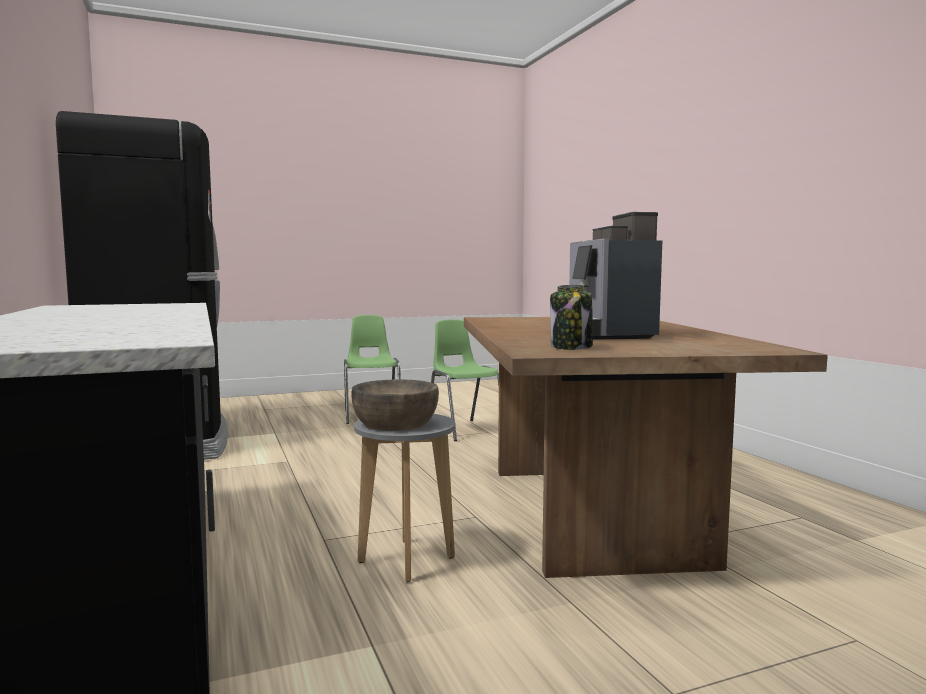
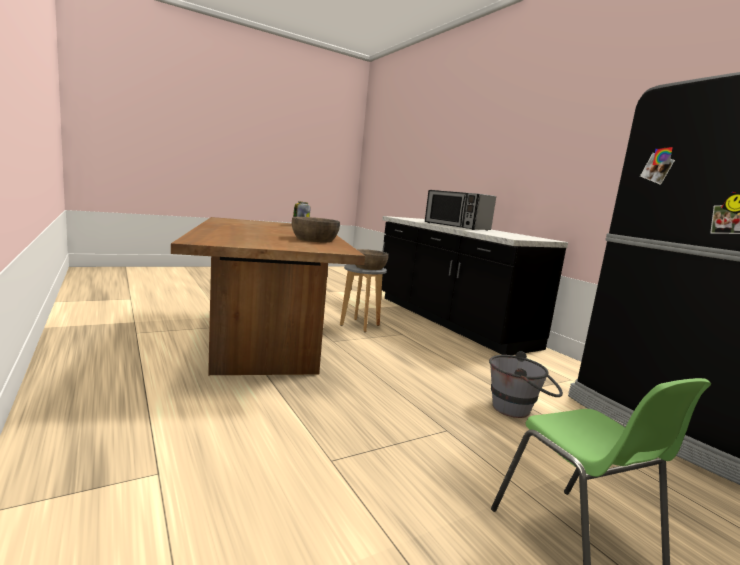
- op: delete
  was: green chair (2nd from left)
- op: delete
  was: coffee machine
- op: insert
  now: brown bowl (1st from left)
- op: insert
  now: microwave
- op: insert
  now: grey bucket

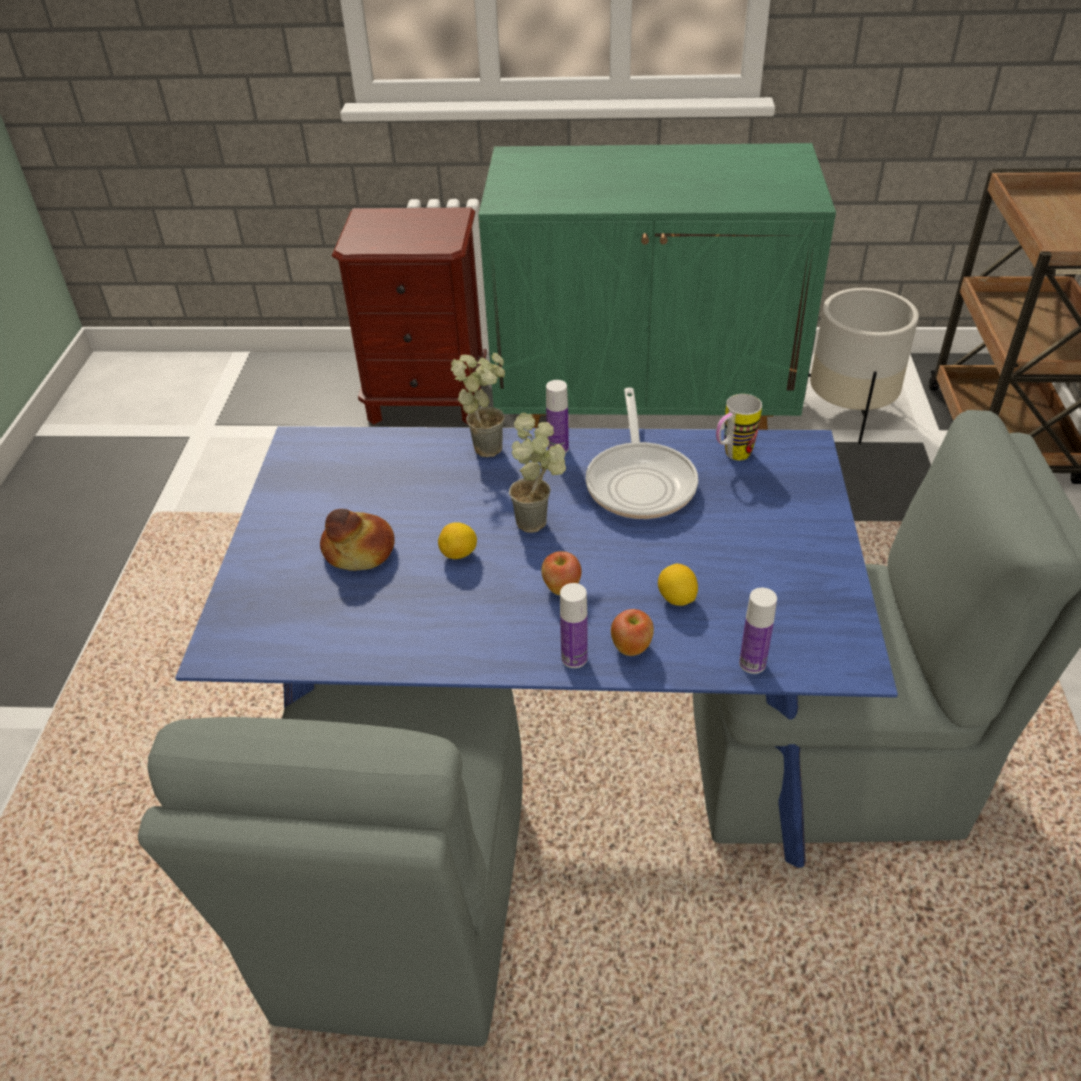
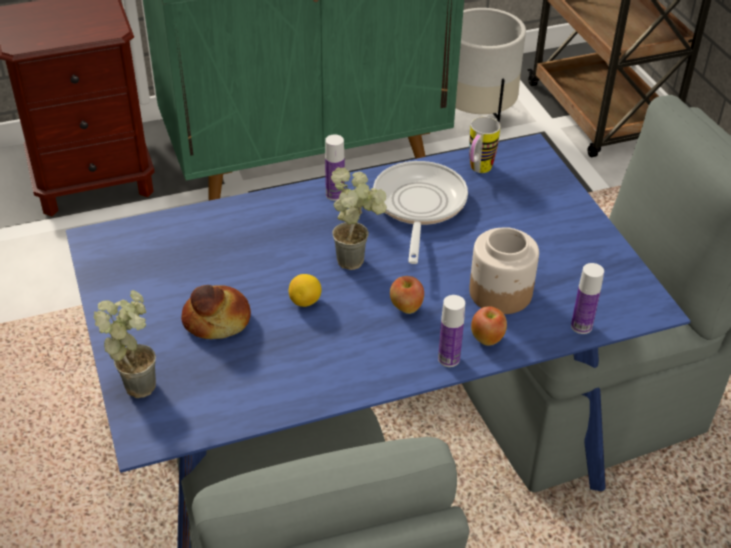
- op: move
  was: potted plant (1st from left)
- op: replace
  was: lemon (2nd from left)
  now: jar
- op: rotate
  was: frying pan
  clockwise: -150

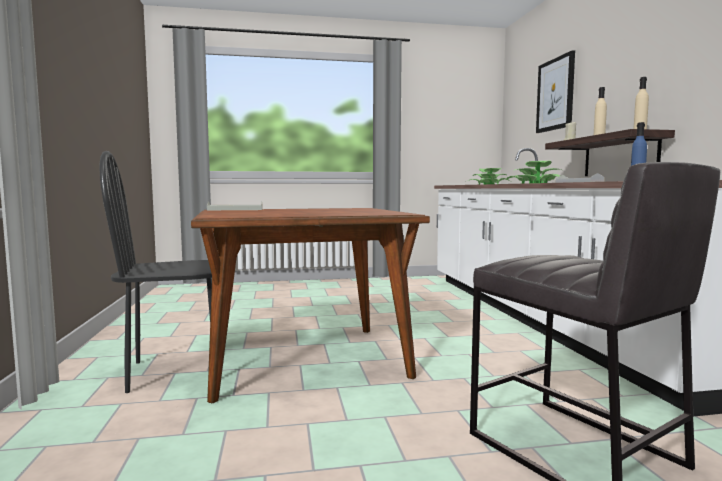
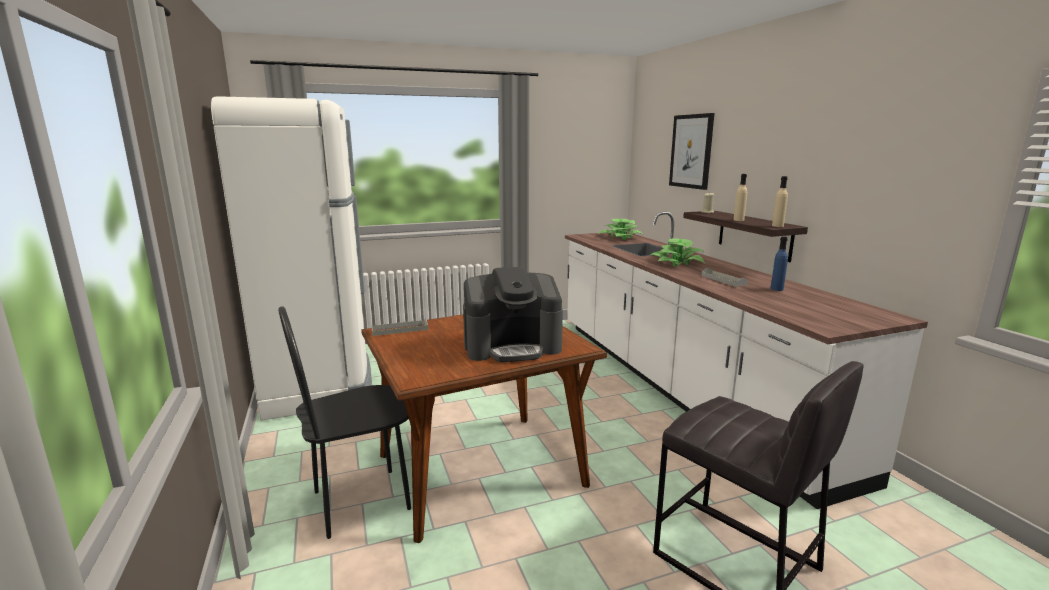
- op: insert
  now: white fridge
- op: insert
  now: coffee machine

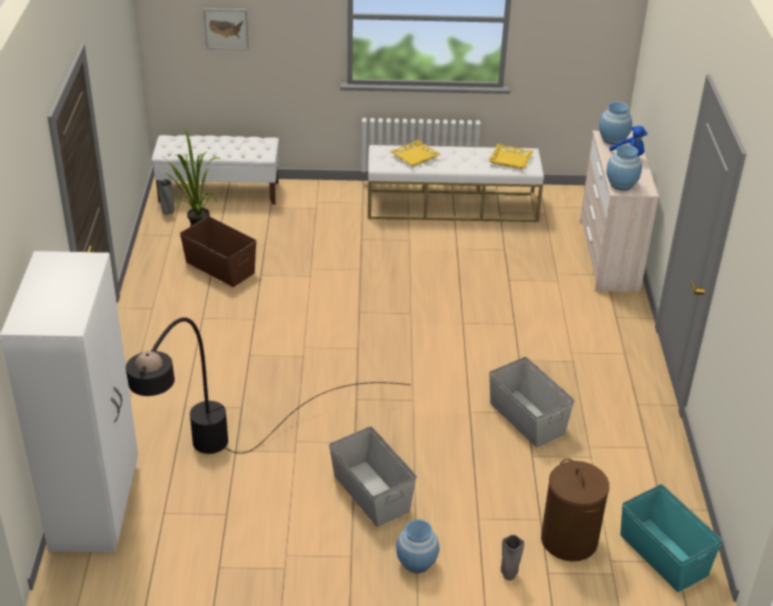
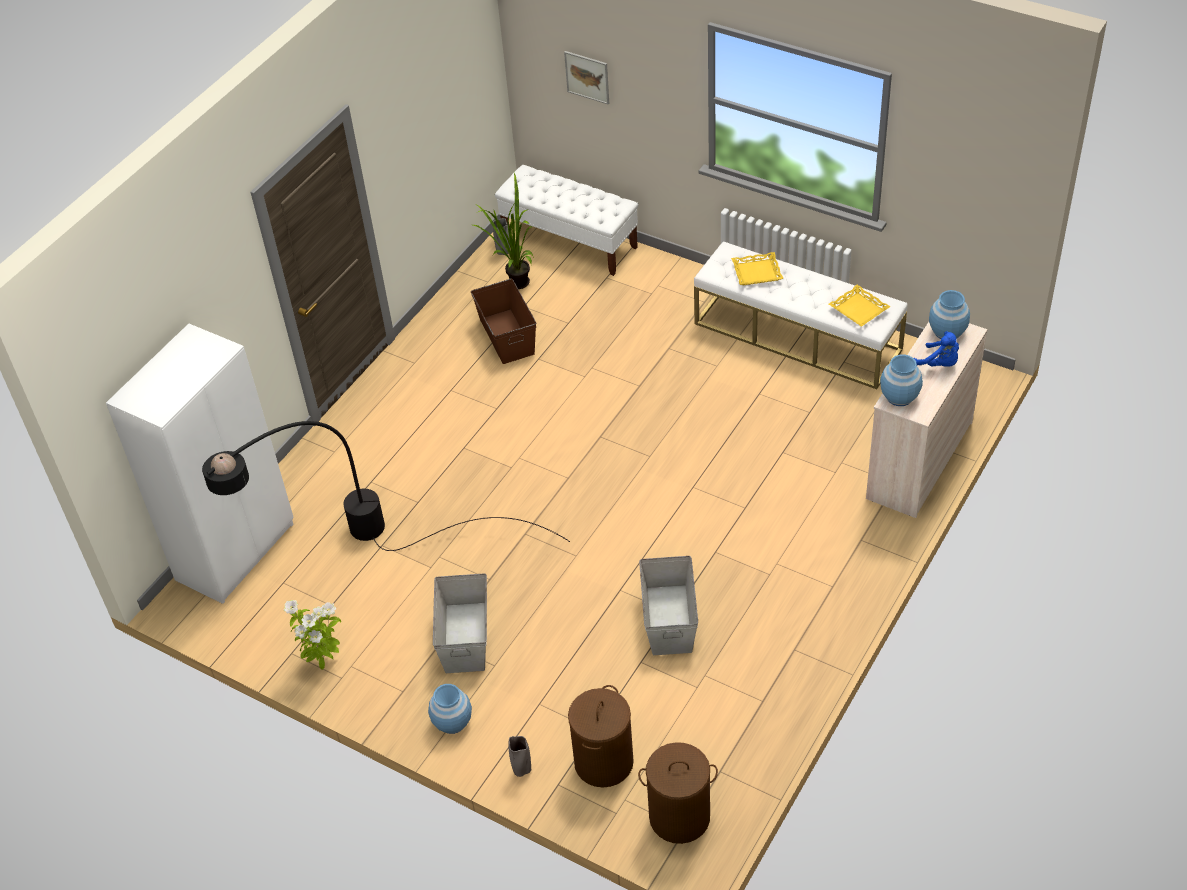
- op: insert
  now: potted plant (1st from left)
- op: replace
  was: turquoise storage box
  now: brown laundry basket (2nd from left)

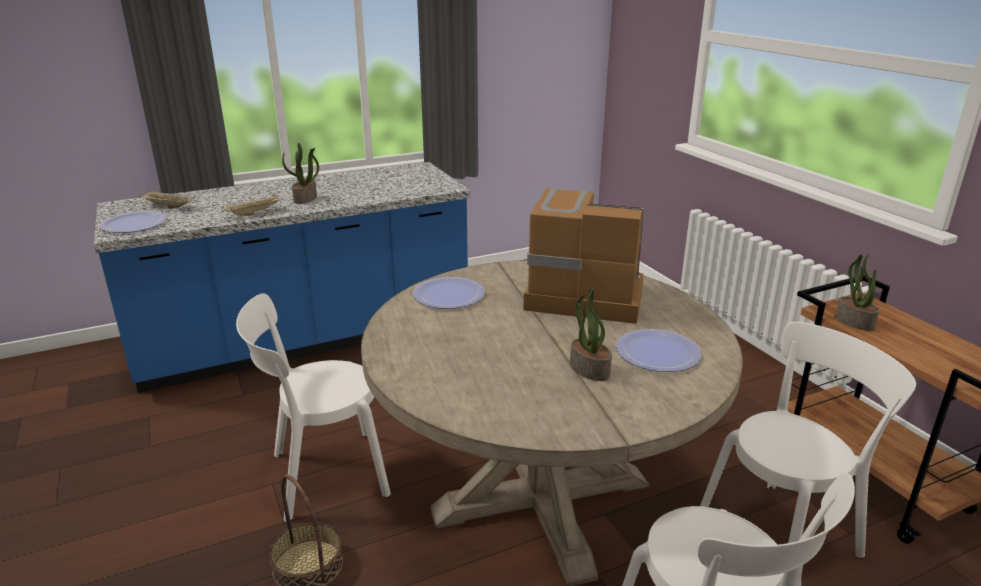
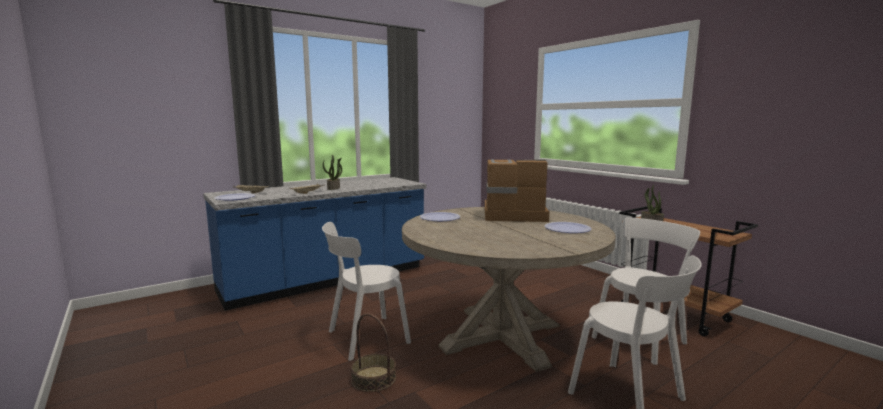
- op: delete
  was: potted plant (2nd from left)

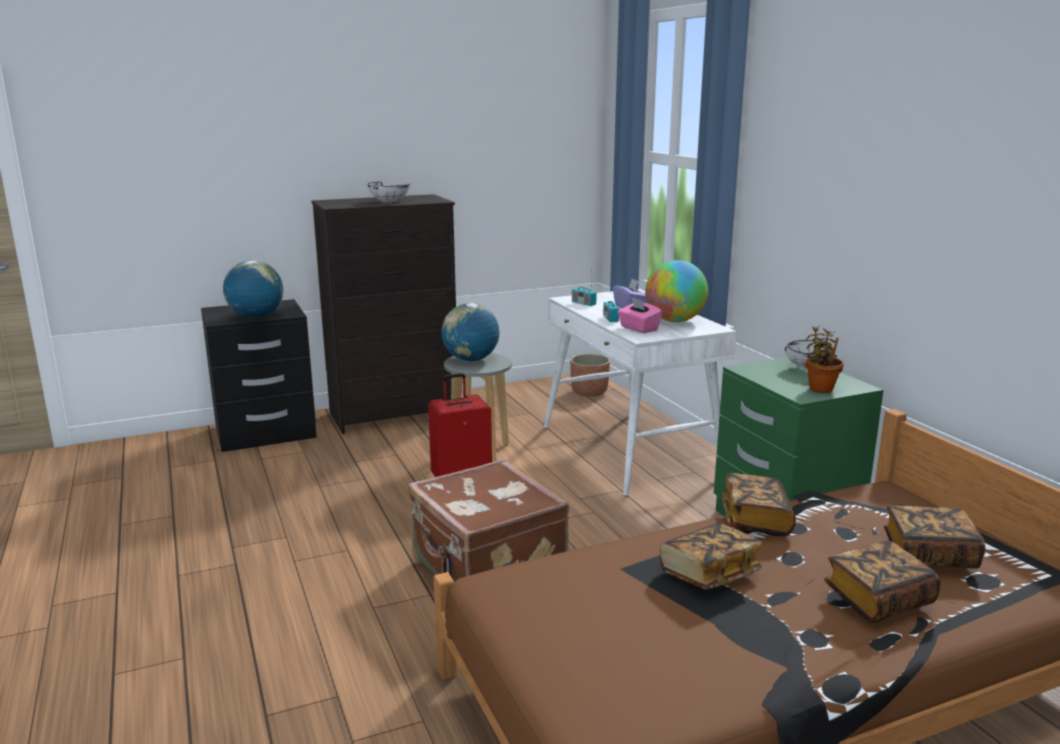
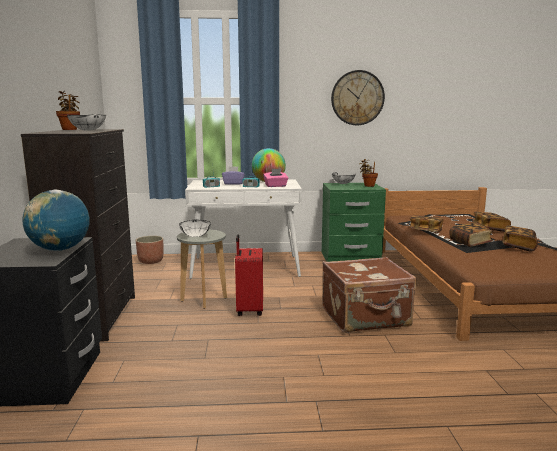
- op: insert
  now: potted plant (1st from left)
- op: insert
  now: wall clock
- op: move
  was: book (4th from left)
- op: replace
  was: globe (2nd from left)
  now: white bowl (2nd from left)

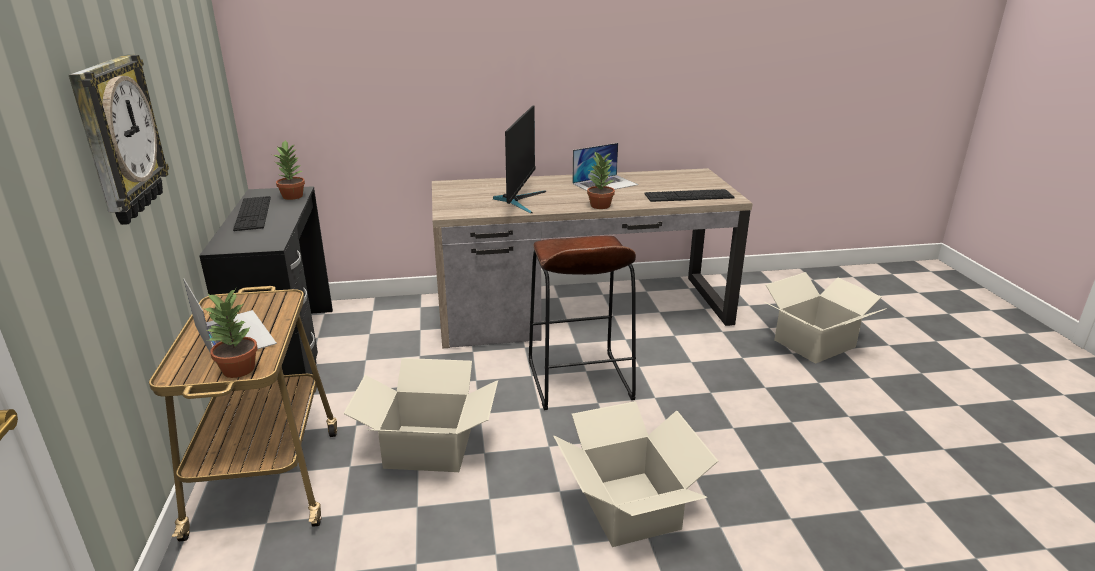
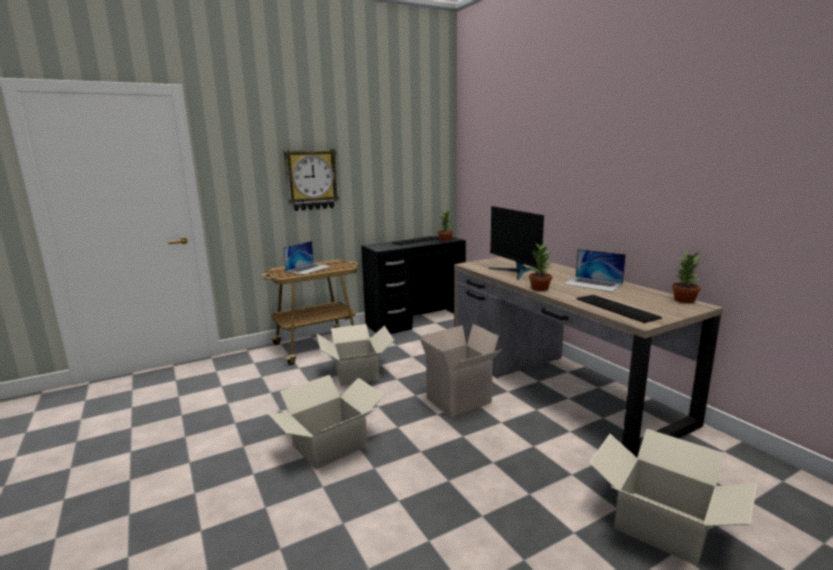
- op: move
  was: potted plant (1st from left in the first image)
  now: potted plant (3rd from left)
- op: replace
  was: brown stool
  now: cardboard box (3rd from left)
- op: rotate
  was: monitor
  clockwise: 75

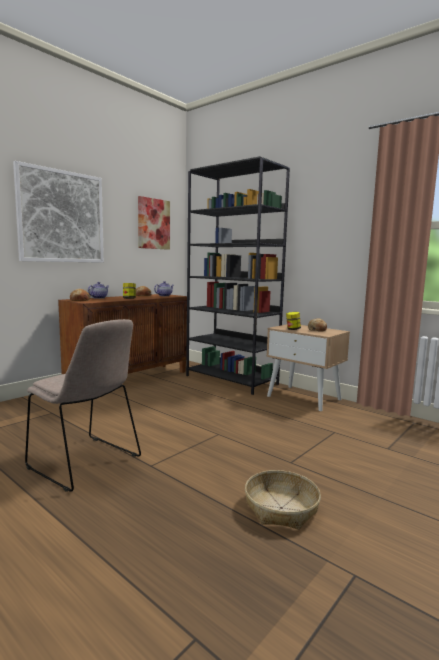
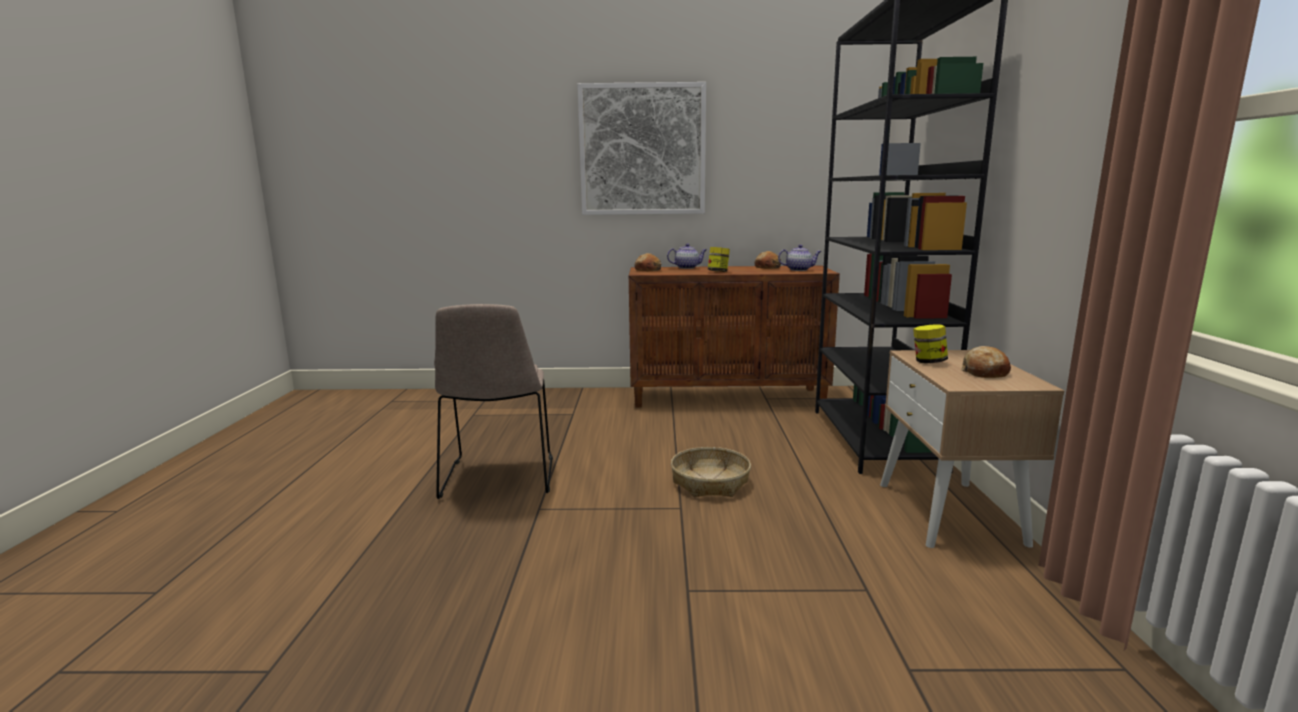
- op: delete
  was: picture (2nd from left)
- op: move
  was: basket

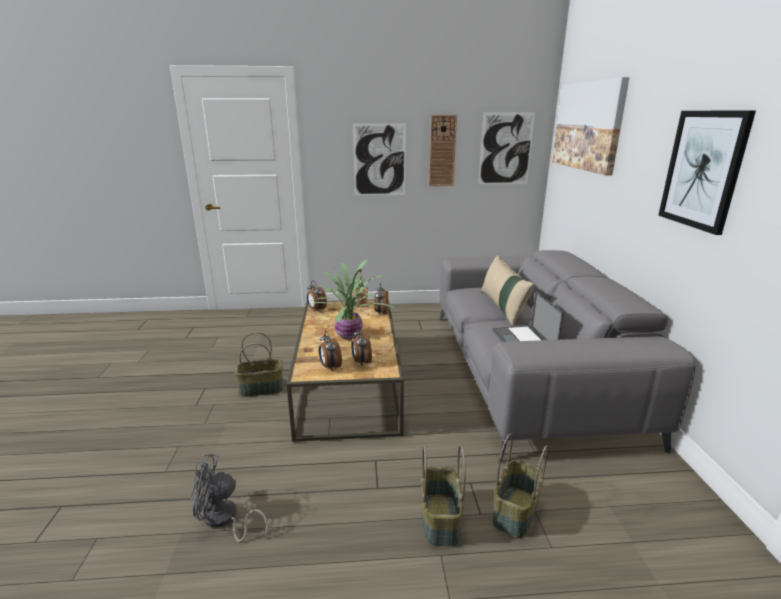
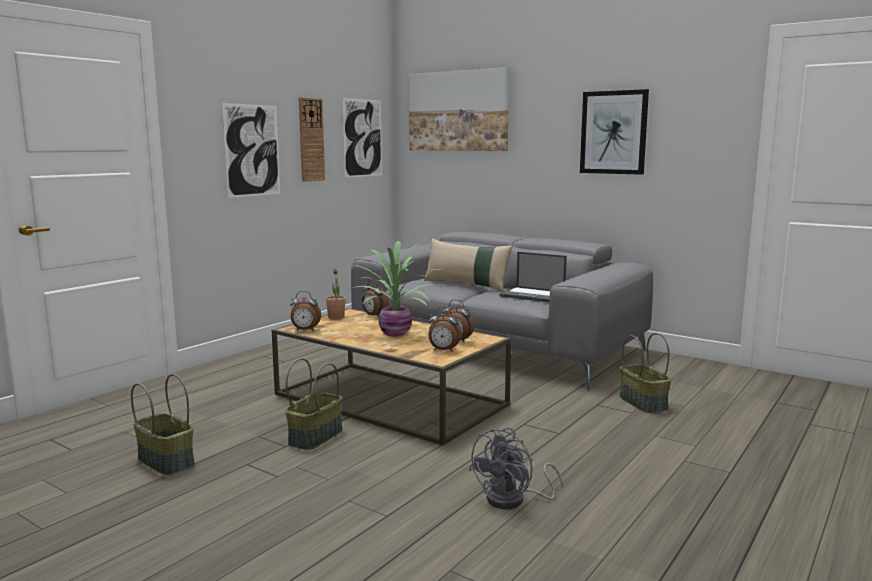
- op: move
  was: basket (2nd from left in the first image)
  now: basket (1st from left)

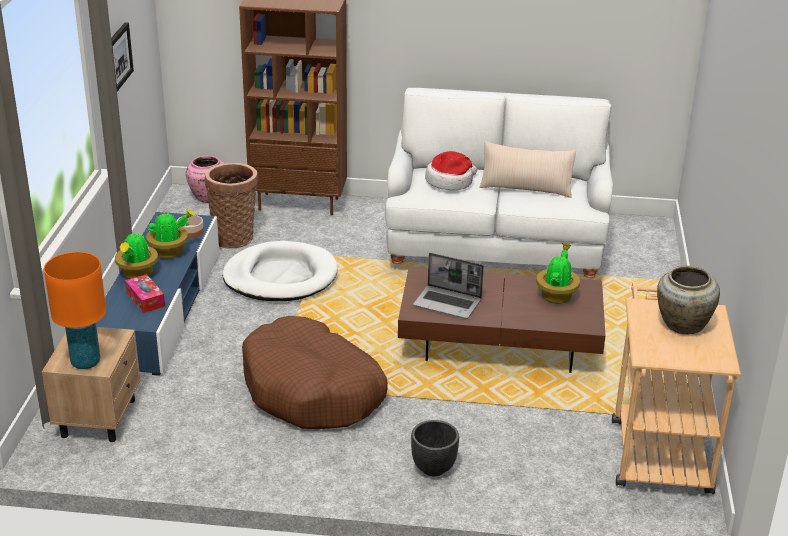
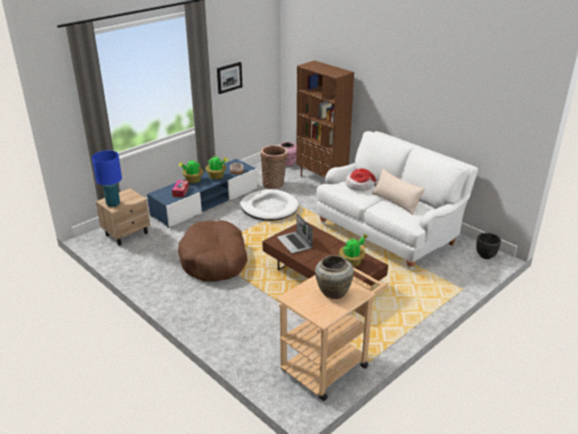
- op: move
  was: black planter
- op: recolor
  was: orange table lamp
  now: blue table lamp

